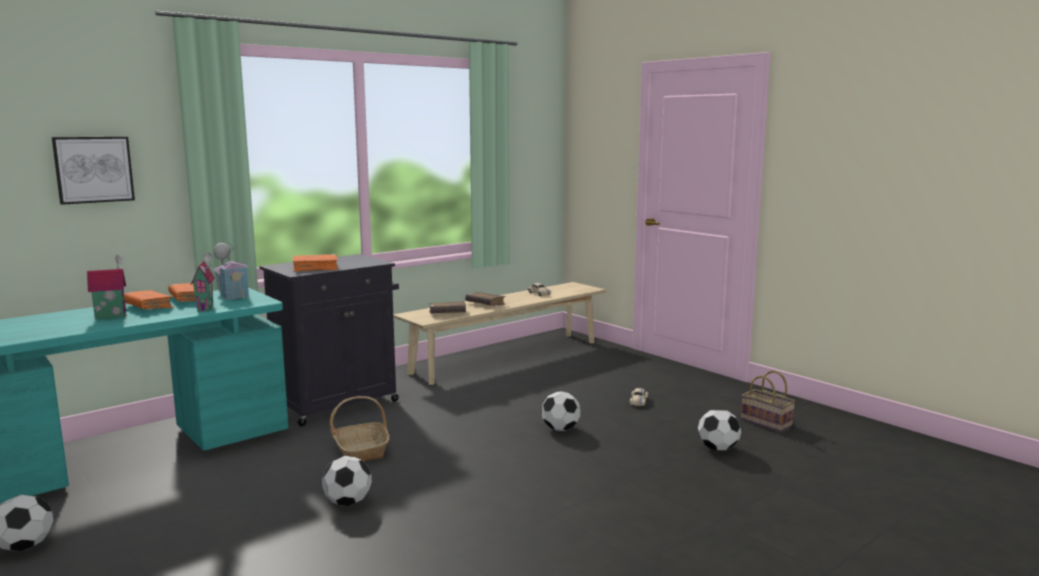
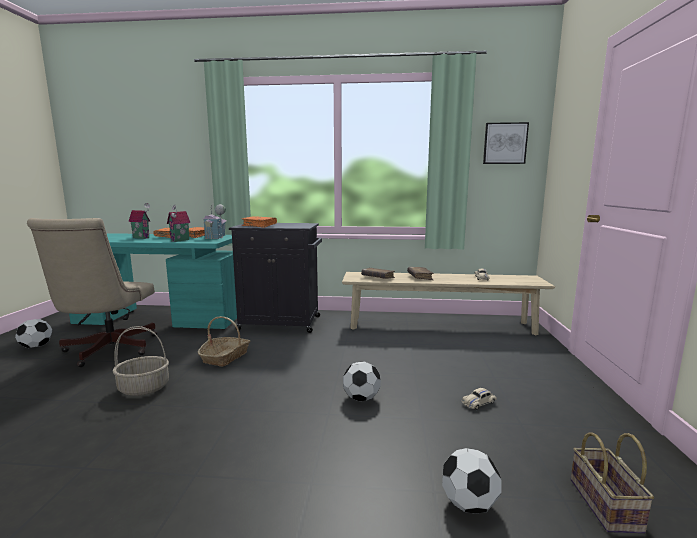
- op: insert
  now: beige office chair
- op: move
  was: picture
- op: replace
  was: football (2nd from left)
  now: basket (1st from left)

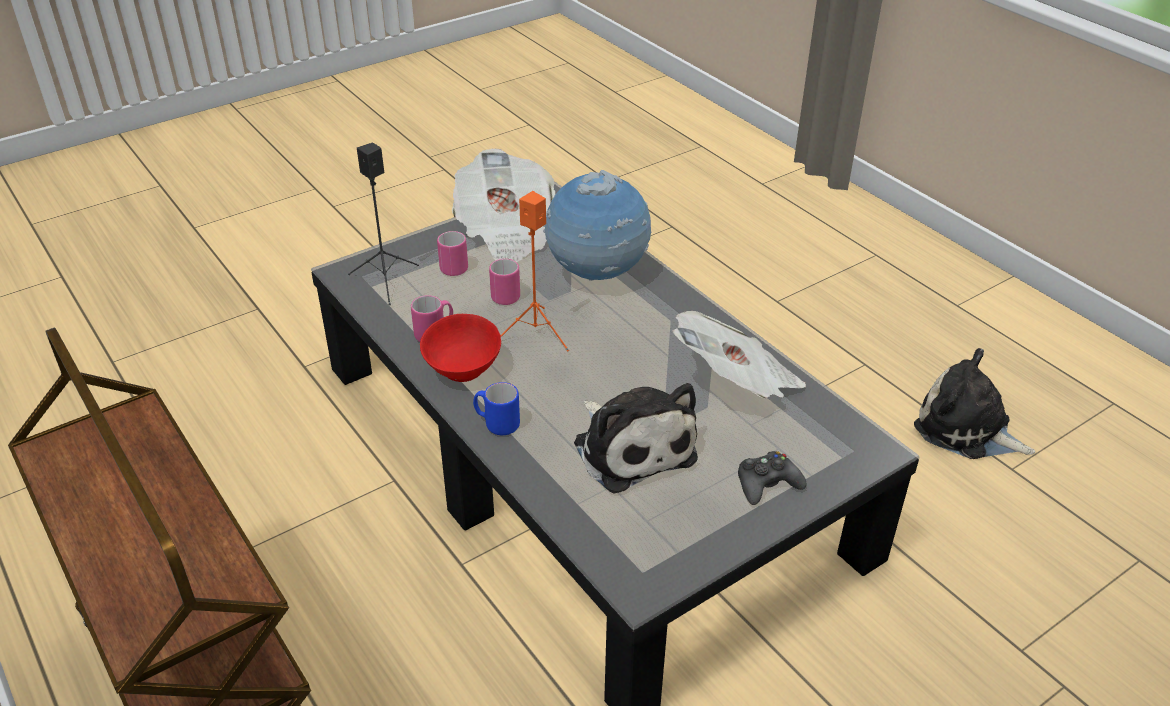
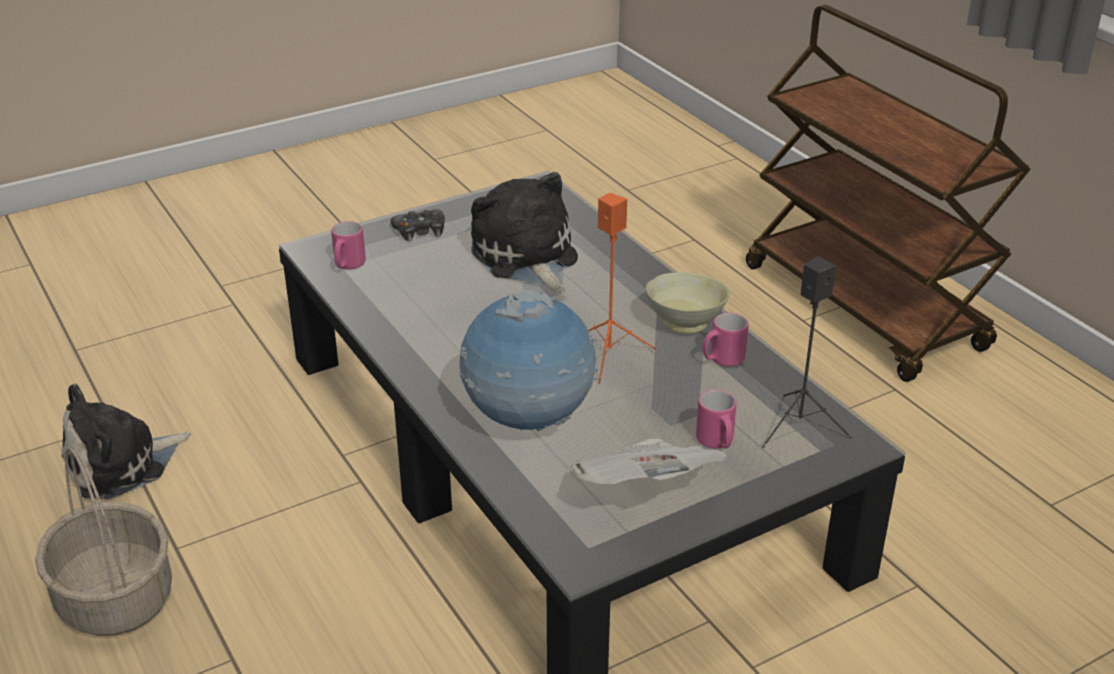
- op: delete
  was: blue mug
- op: delete
  was: newspaper (2nd from left)
- op: insert
  now: basket
- op: move
  was: pink mug (3rd from left in the first image)
  now: pink mug (1st from left)
- op: recolor
  was: red bowl
  now: beige bowl
- op: rotate
  was: plush toy (2nd from left in the first image)
  clockwise: 105

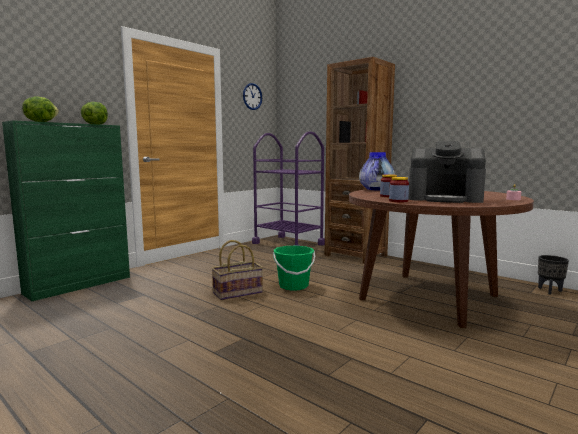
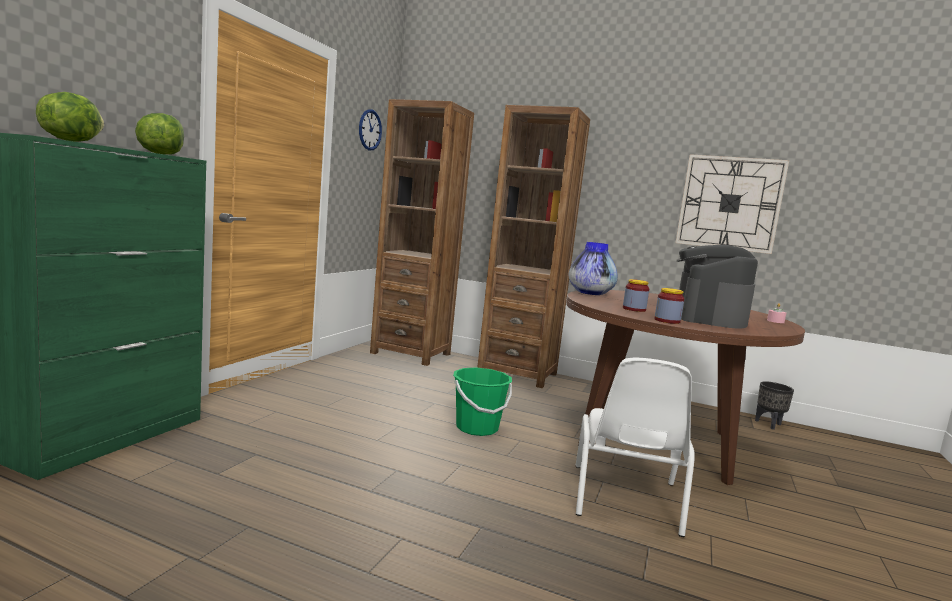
- op: delete
  was: basket
- op: insert
  now: white chair
- op: insert
  now: wall clock (2nd from left)
- op: replace
  was: purple cart
  now: brown bookcase (1st from left)
- op: rotate
  was: coffee machine
  clockwise: 105

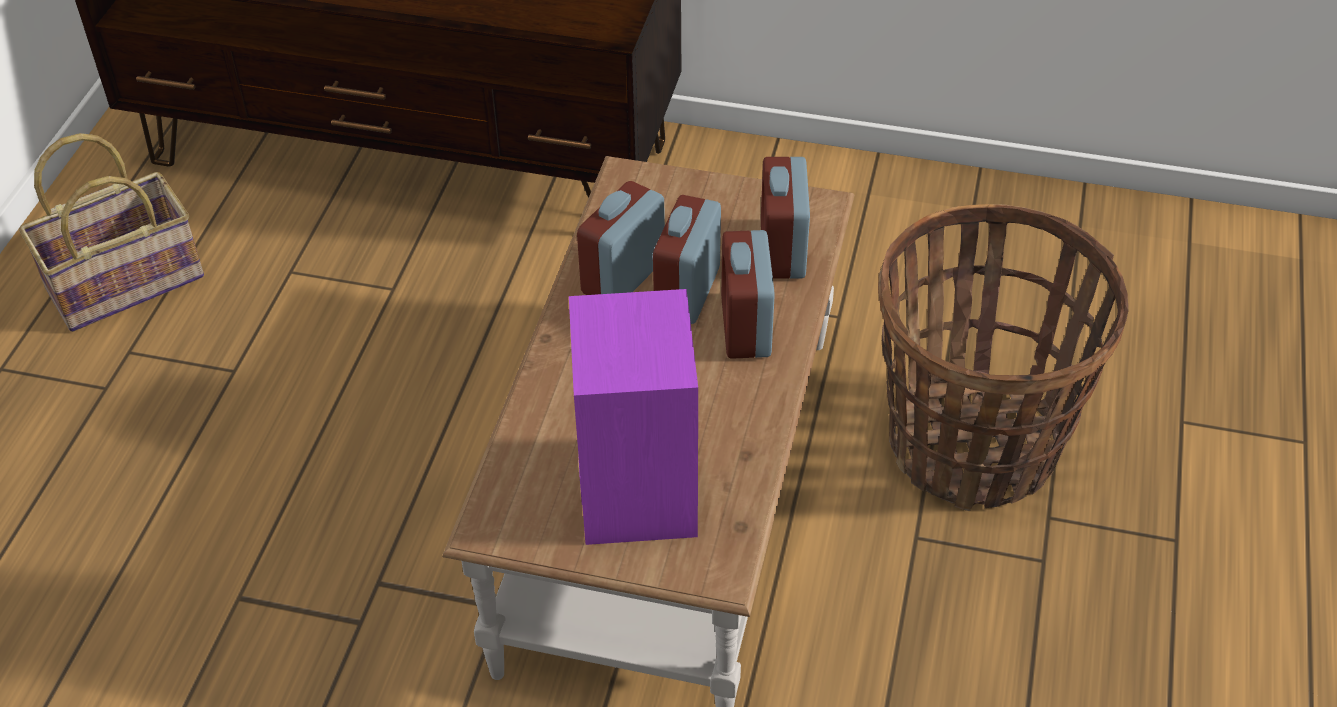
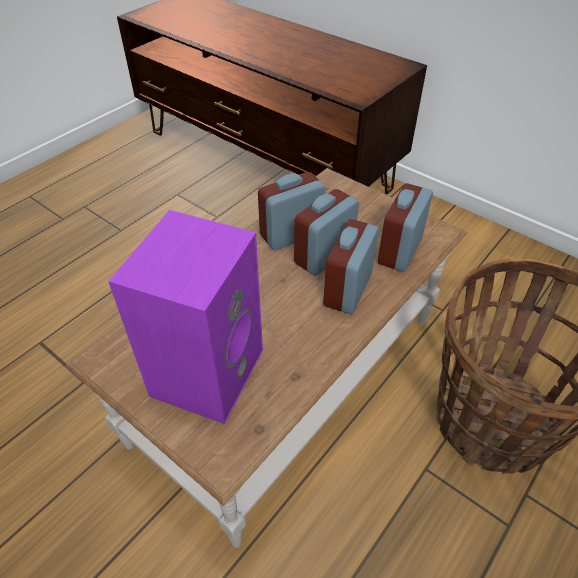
- op: delete
  was: basket (1st from left)

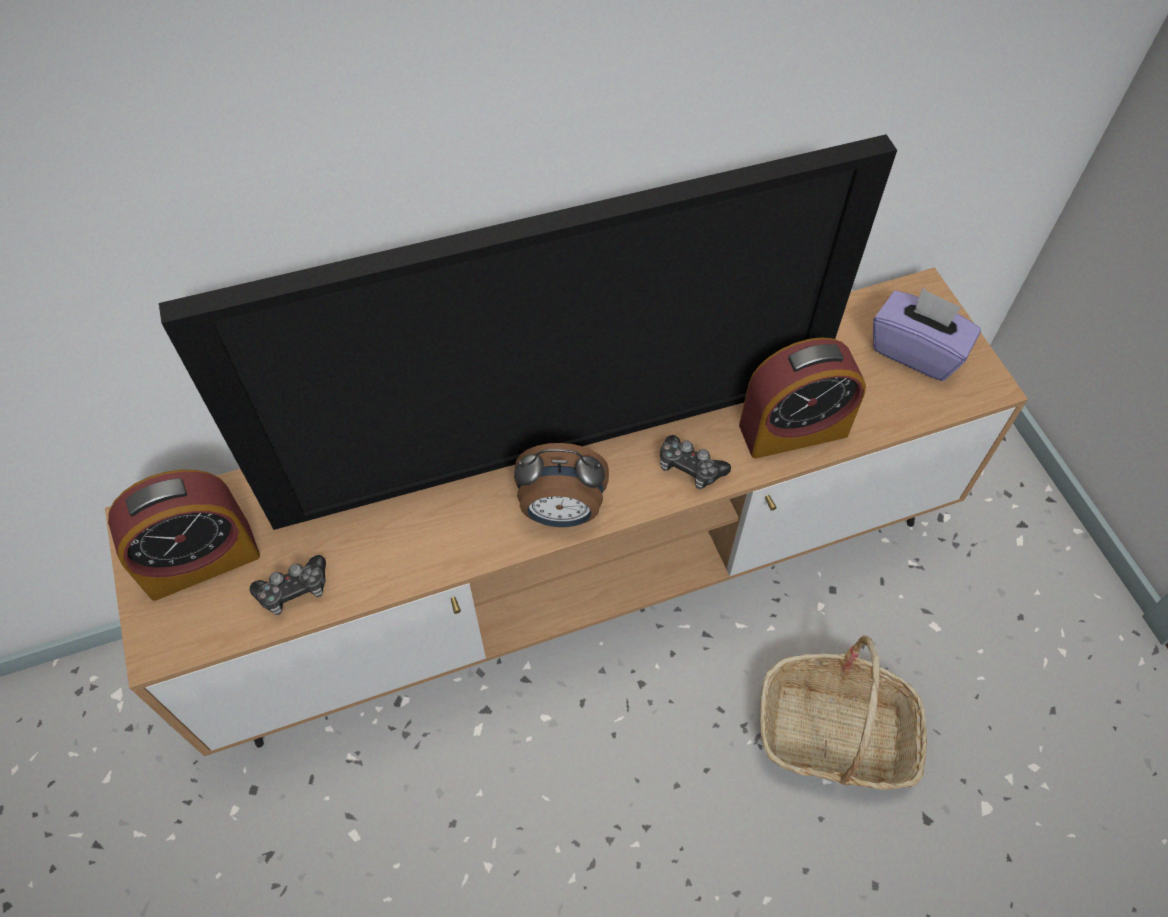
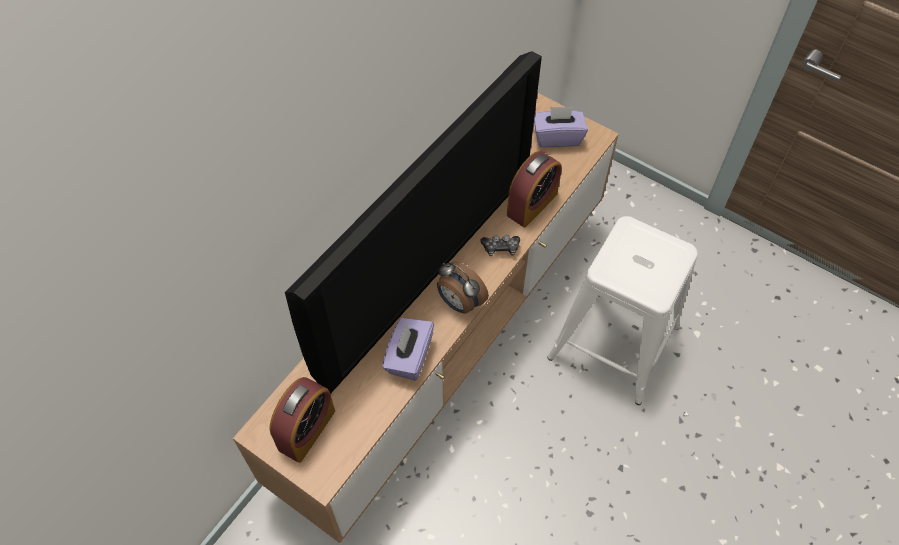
- op: delete
  was: game controller (1st from left)
- op: insert
  now: purple tissue box (1st from left)
- op: replace
  was: basket
  now: white stool
- op: rotate
  was: alarm clock (2nd from left)
  clockwise: 75

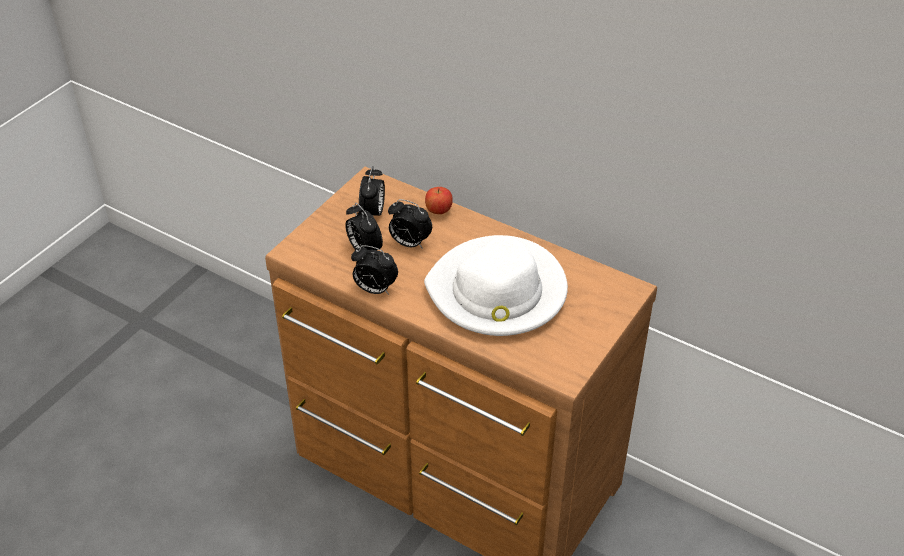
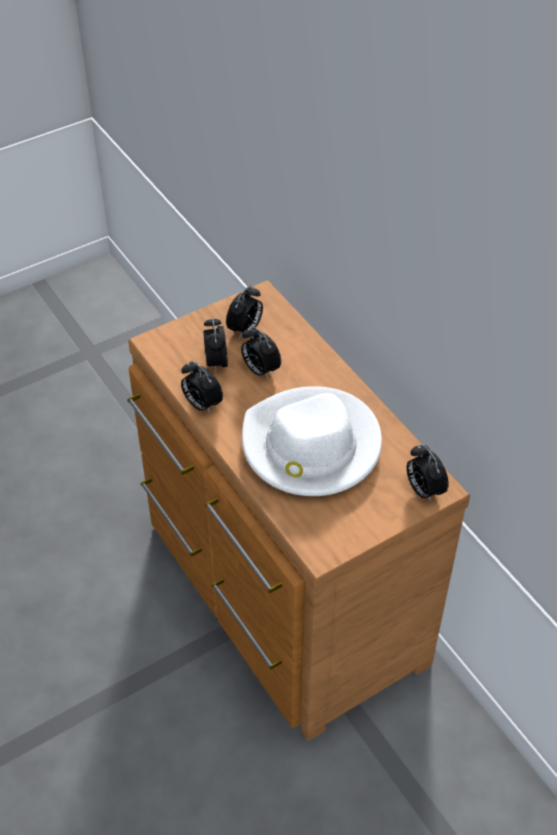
- op: delete
  was: apple
- op: insert
  now: alarm clock (5th from left)

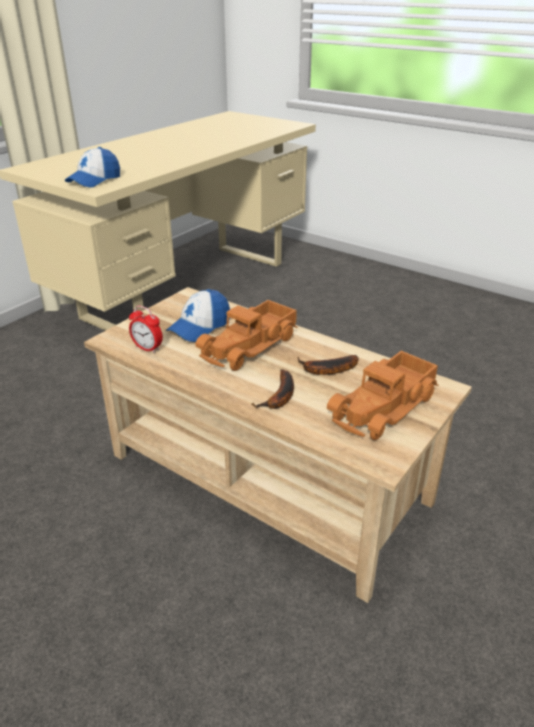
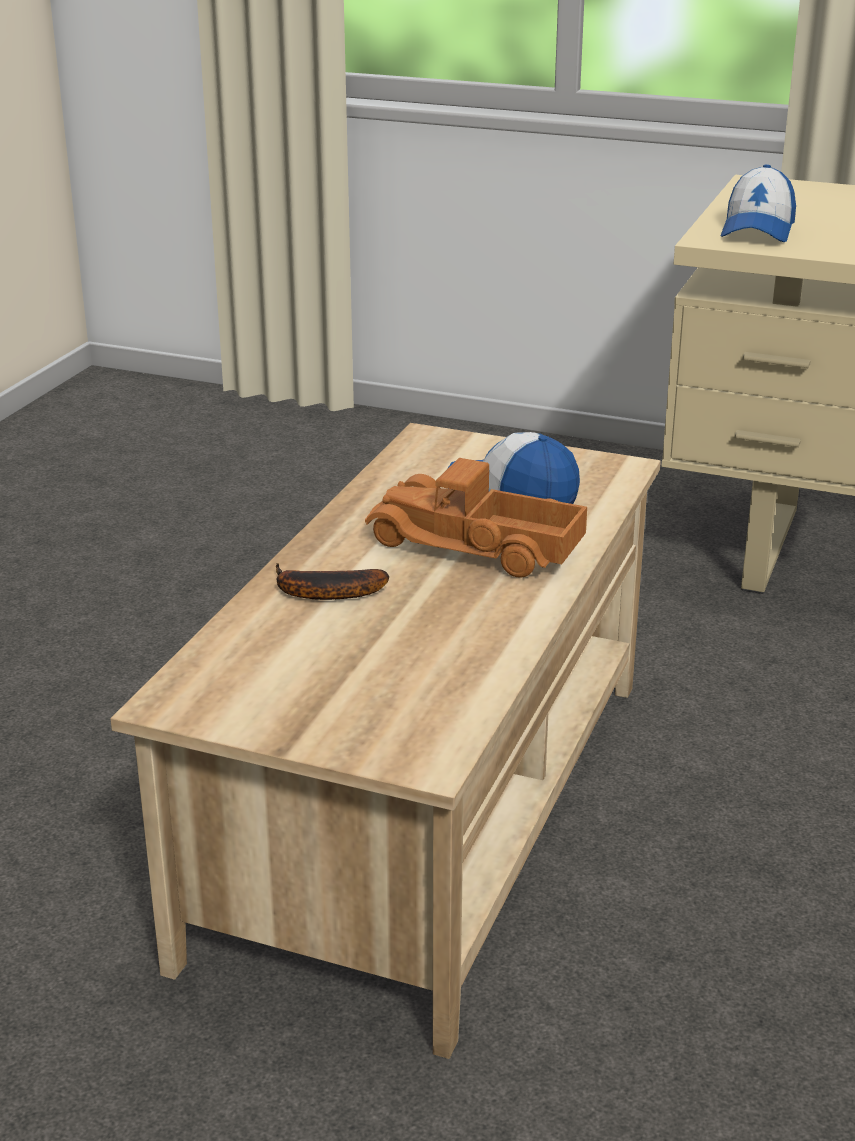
- op: delete
  was: alarm clock
- op: delete
  was: banana (2nd from left)
- op: delete
  was: toy truck (2nd from left)
- op: rotate
  was: cap (1st from left in the first image)
  clockwise: -90

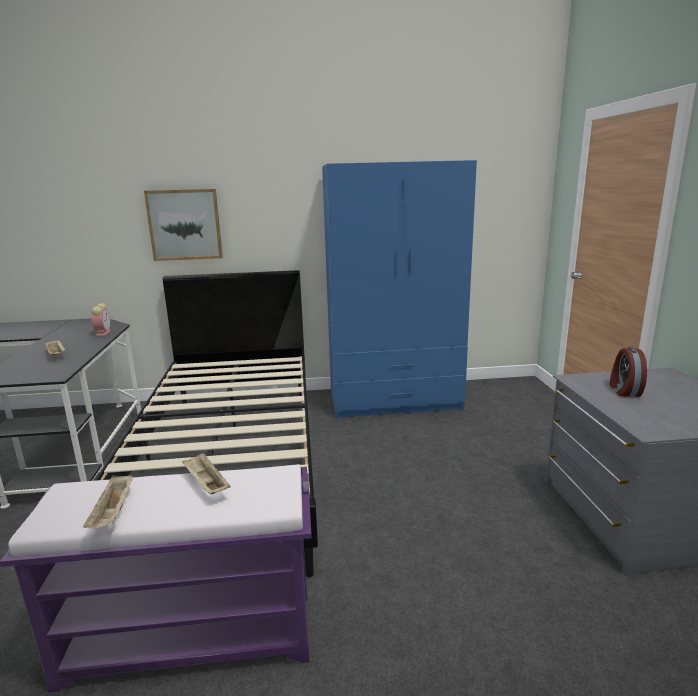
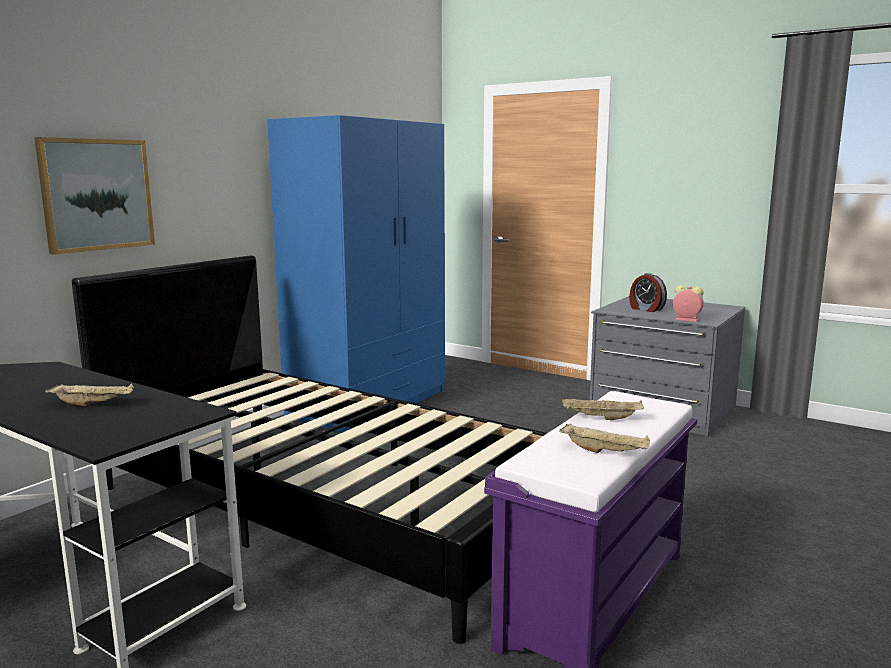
- op: move
  was: alarm clock (1st from left in the first image)
  now: alarm clock (2nd from left)

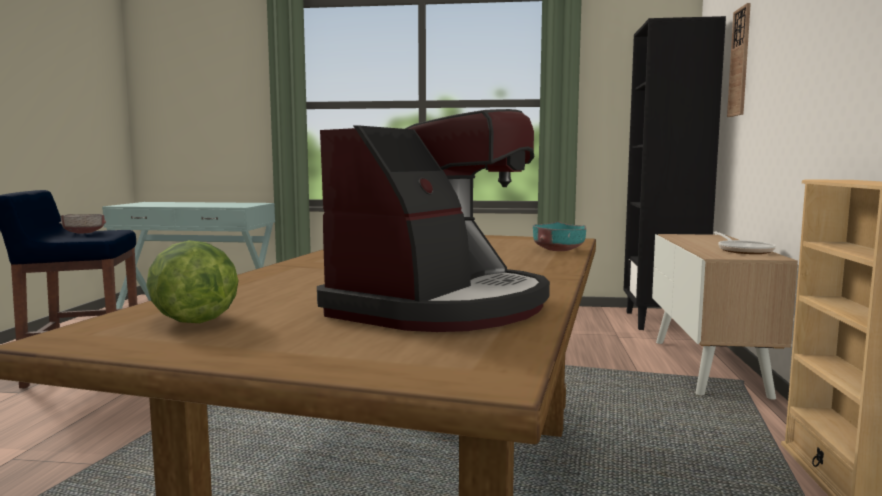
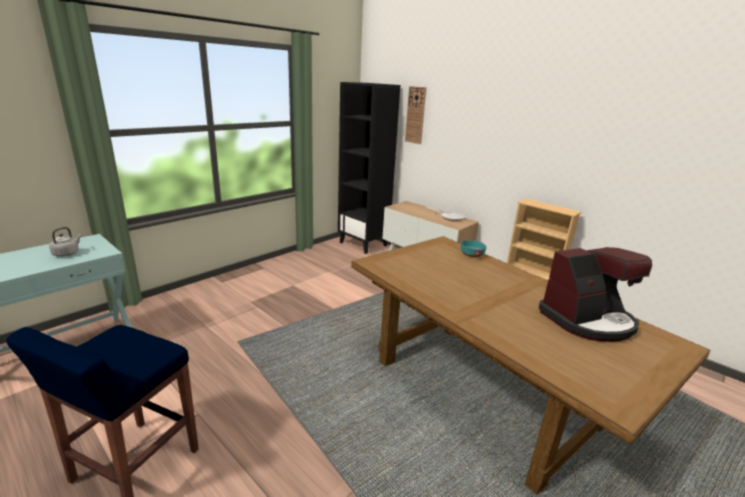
- op: delete
  was: grey bowl
- op: delete
  was: lettuce
- op: insert
  now: grey kettle
- op: rotate
  was: coffee machine
  clockwise: 90

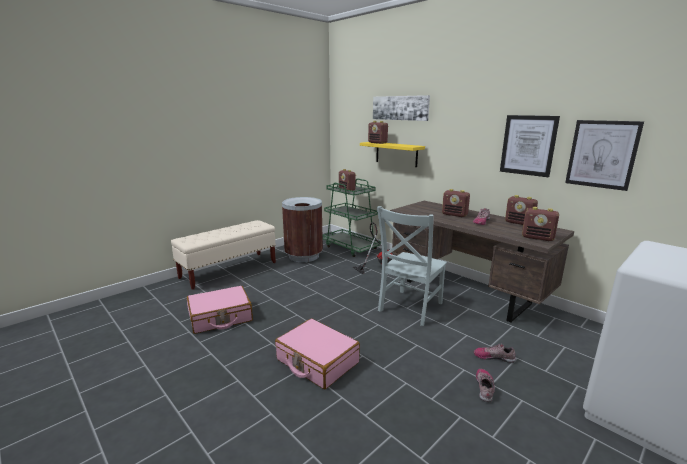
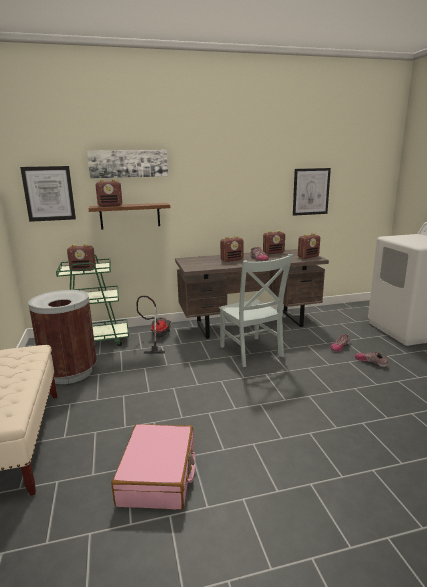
- op: delete
  was: pink suitcase (2nd from left)
- op: move
  was: picture (2nd from left in the first image)
  now: picture (1st from left)
- op: recolor
  was: yellow shelf
  now: brown shelf

